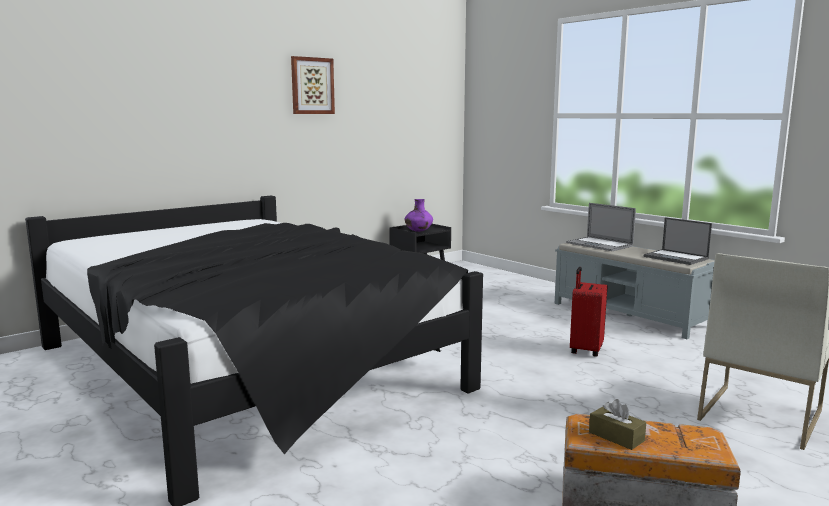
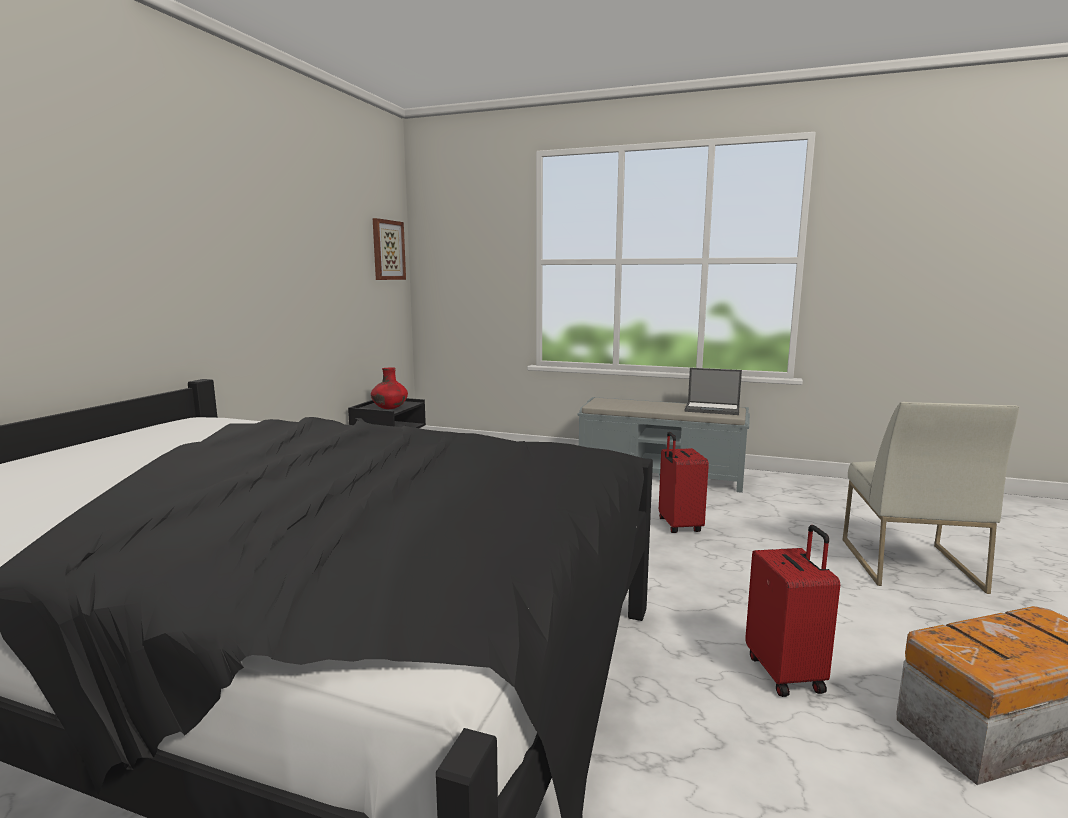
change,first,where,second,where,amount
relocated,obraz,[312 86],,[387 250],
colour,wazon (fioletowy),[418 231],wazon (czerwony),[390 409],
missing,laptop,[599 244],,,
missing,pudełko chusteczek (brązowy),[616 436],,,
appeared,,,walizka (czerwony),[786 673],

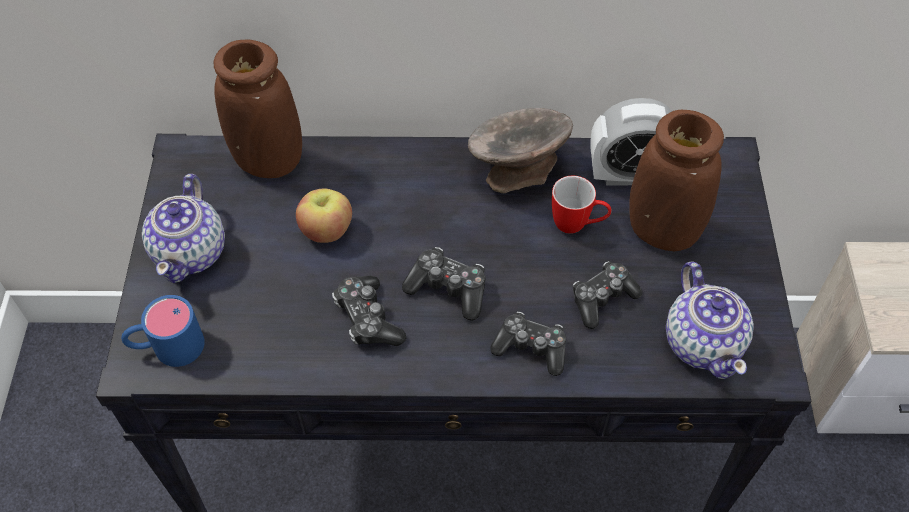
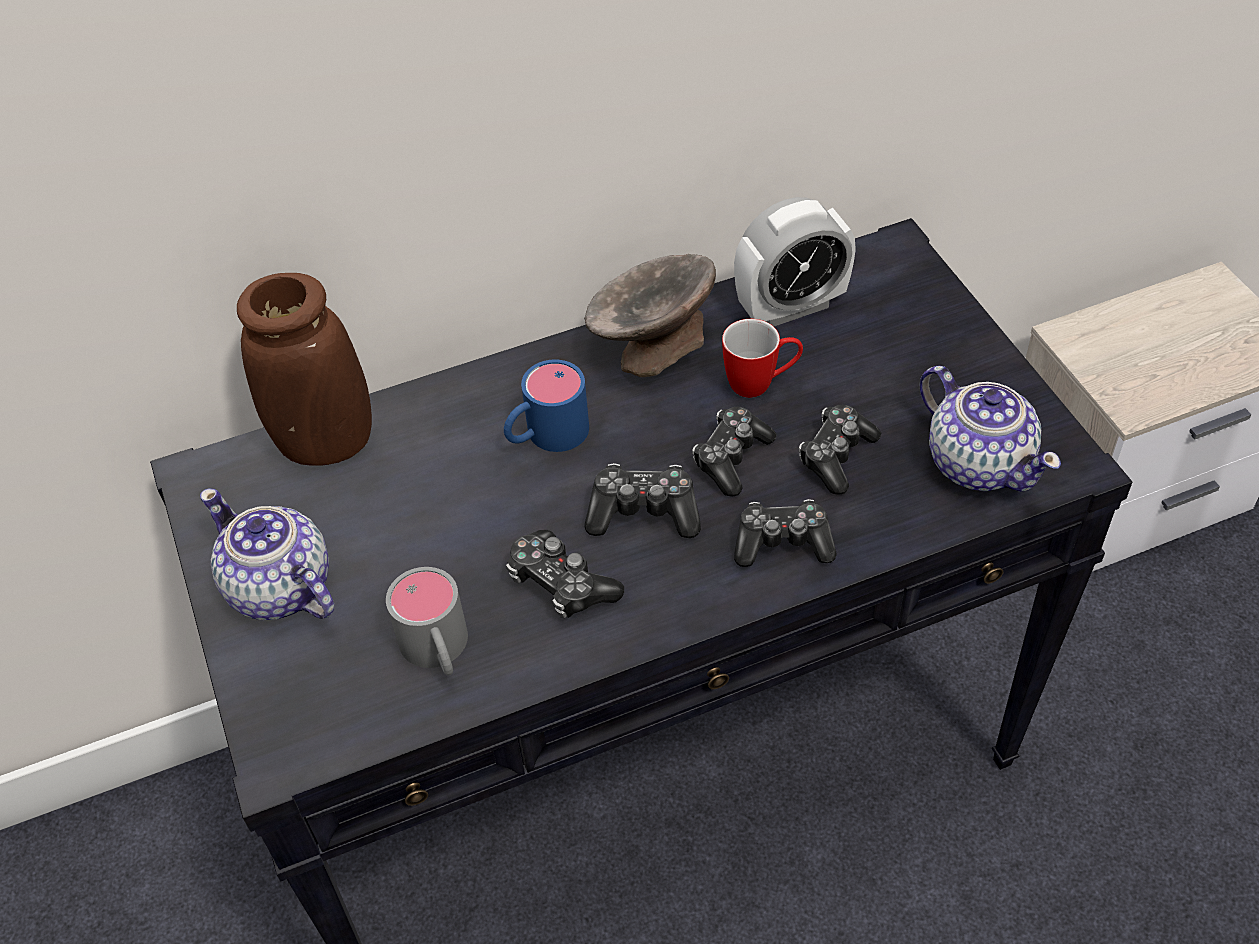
change,first,where,second,where,amount
missing,wazon (brązowy),[662 230],,,
spun,imbryk,[191 252],,[280 589],150 degrees clockwise
missing,jabłko,[326 230],,,
relocated,kubek (niebieski),[167 347],,[546 435],
appeared,,,pad do gier,[731 458],
appeared,,,kubek (szary),[438 651],

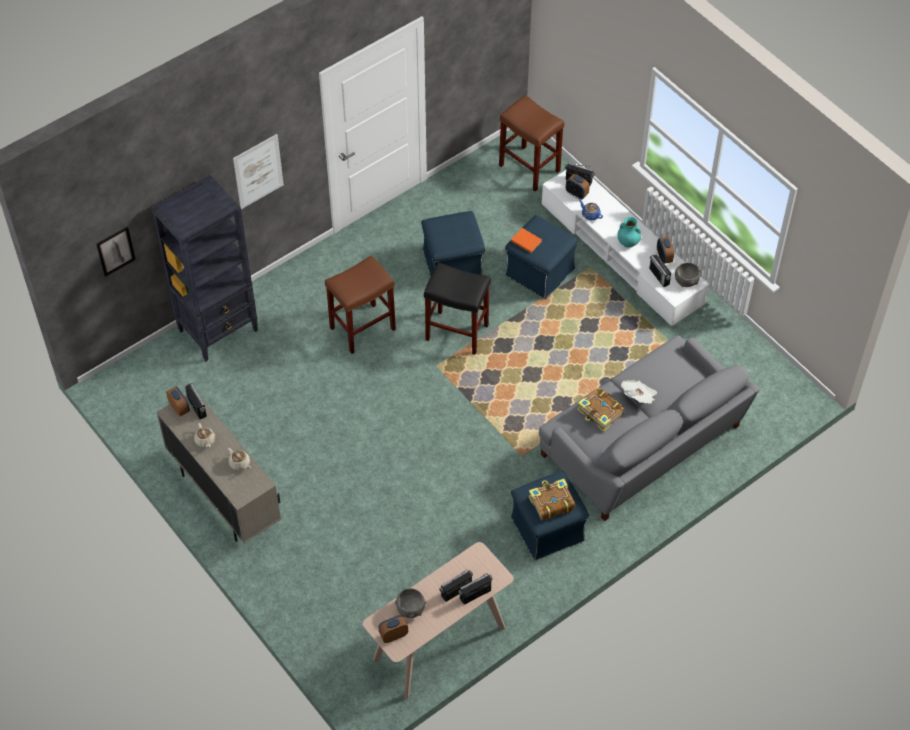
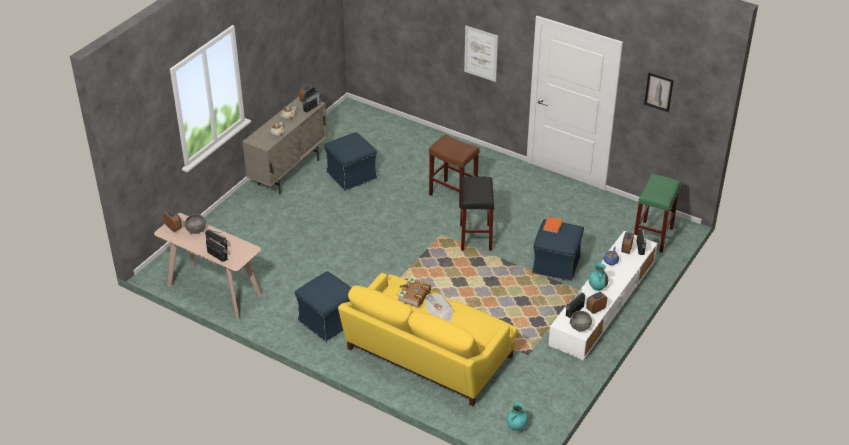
change,first,where,second,where,amount
colour,stołek (brązowy),[530 168],stołek (zielony),[653 237],
missing,regał (czarny),[219 330],,,
relocated,pufa (niebieski),[453 264],,[351 175],
relocated,obraz,[115 251],,[658 92],
colour,kanapa (szary),[643 444],kanapa (żółty),[427 355],
missing,książka,[551 503],,,
appeared,,,wazon (turkusowy),[516 427],

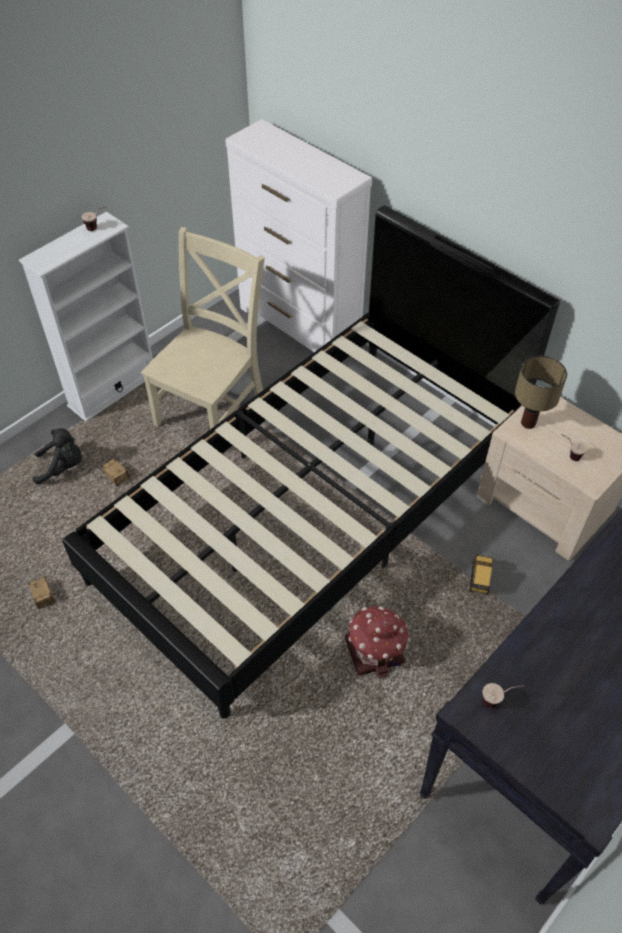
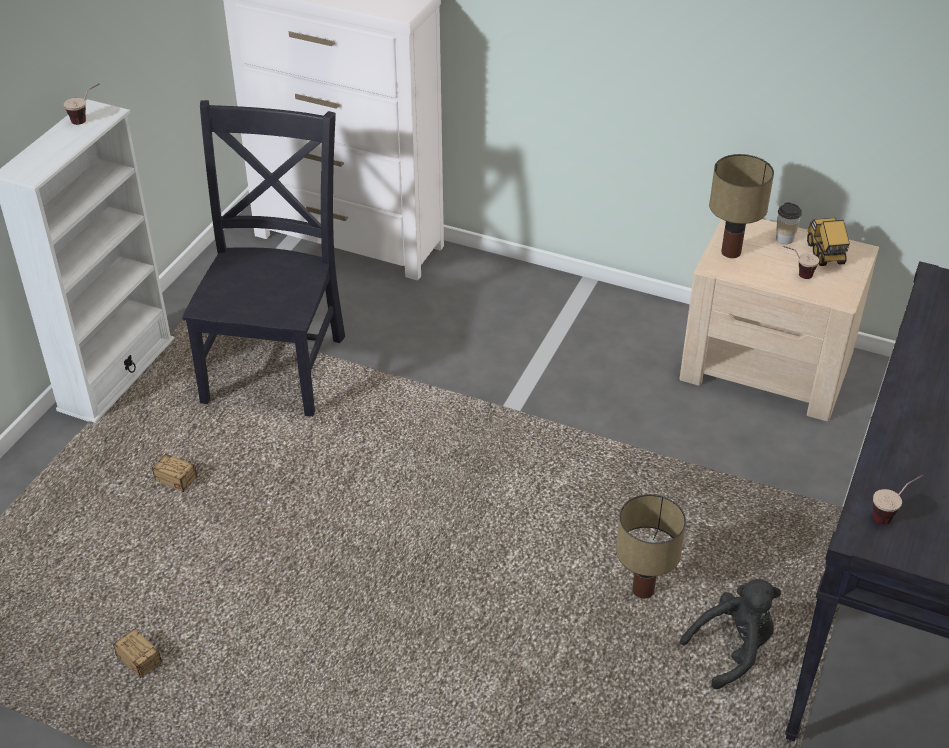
change,first,where,second,where,amount
missing,łóżko (czarny),[311 511],,,
colour,krzesło (beżowy),[213 409],krzesło (czarny),[277 364],
relocated,pluszak (czarny),[63 467],,[732 650],
relocated,ciężarówka zabawkowa,[479 581],,[825 254],
exchanged,domek,[375 650],lampa stołowa,[643 590],
appeared,,,filiżanka,[784 239],

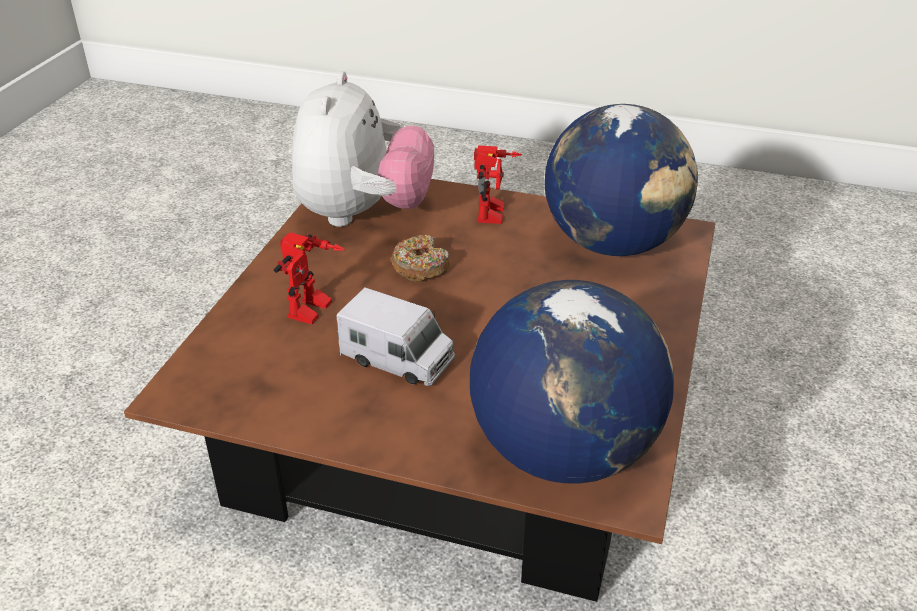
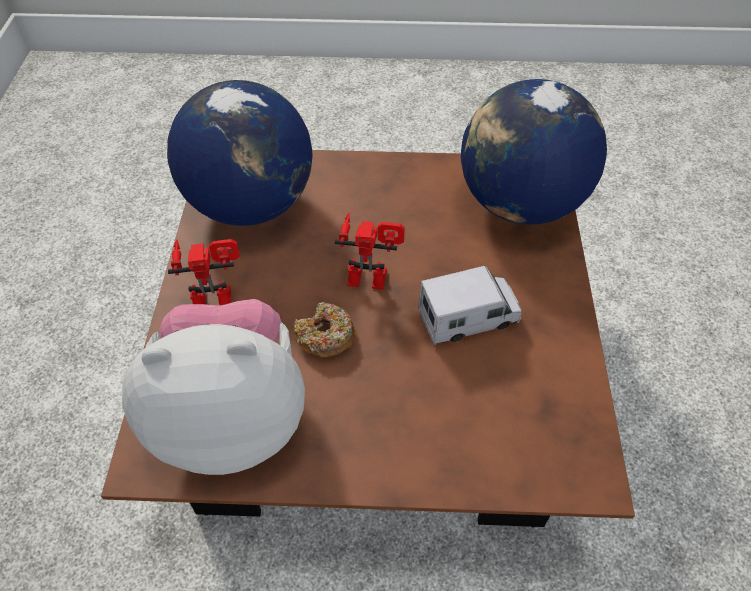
change,first,where,second,where,amount
relocated,robot zabawkowy,[313 313],,[371 274],
spun,ciężarówka zabawkowa,[397 359],,[468 318],60 degrees clockwise

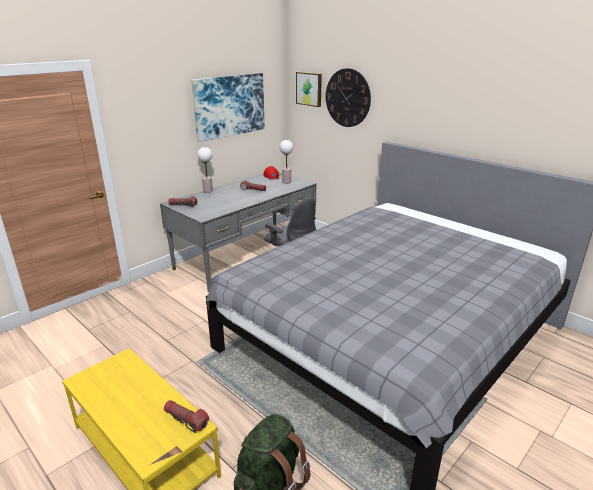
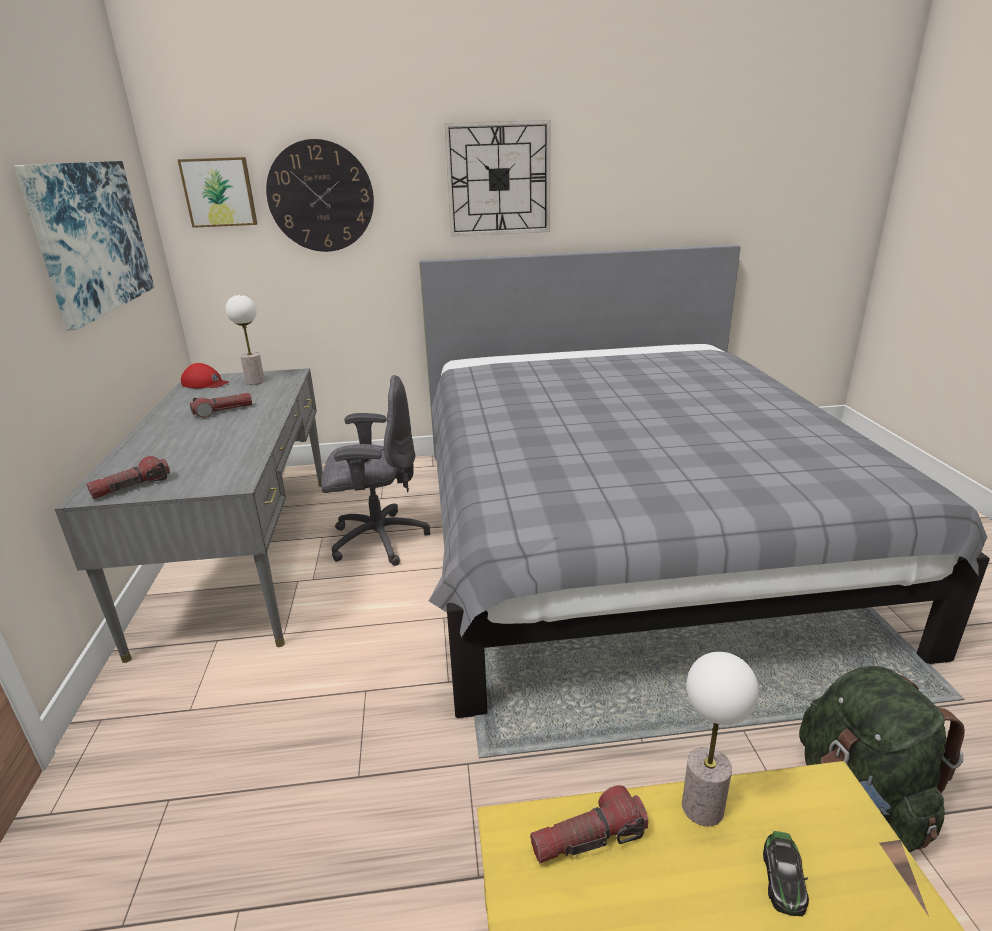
change,first,where,second,where,amount
relocated,lampa stołowa,[208 191],,[703 808],
relocated,latarka,[186 420],,[588 838],
appeared,,,zegar ścienny,[498 179],
appeared,,,samochodzik,[783 877],

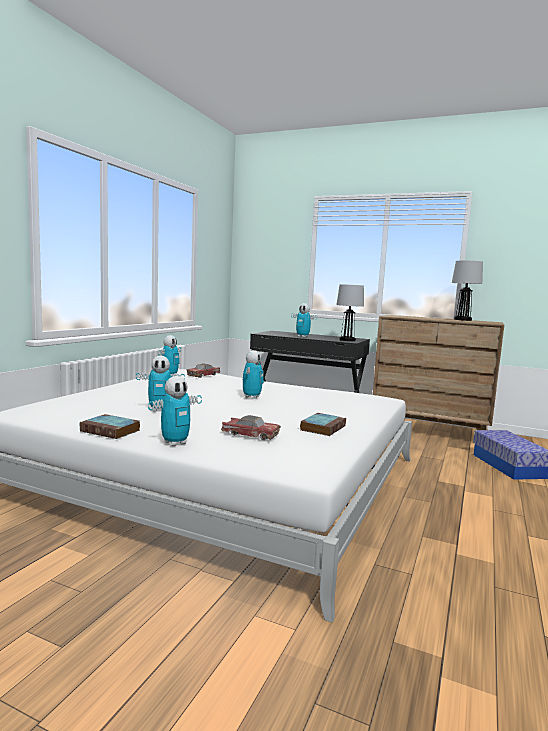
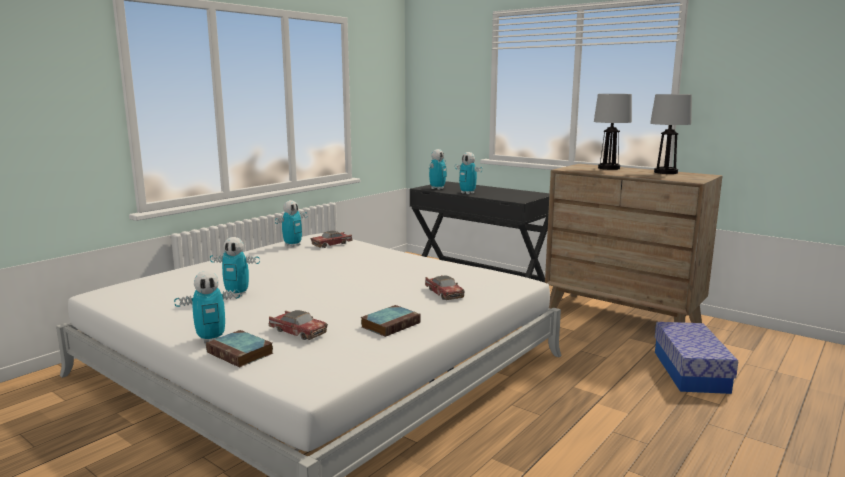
change,first,where,second,where,amount
relocated,lampa stołowa,[347 340],,[609 168],
relocated,robot zabawkowy,[252 397],,[437 188],
relocated,książka,[111 431],,[241 353],
appeared,,,samochodzik,[444 293],

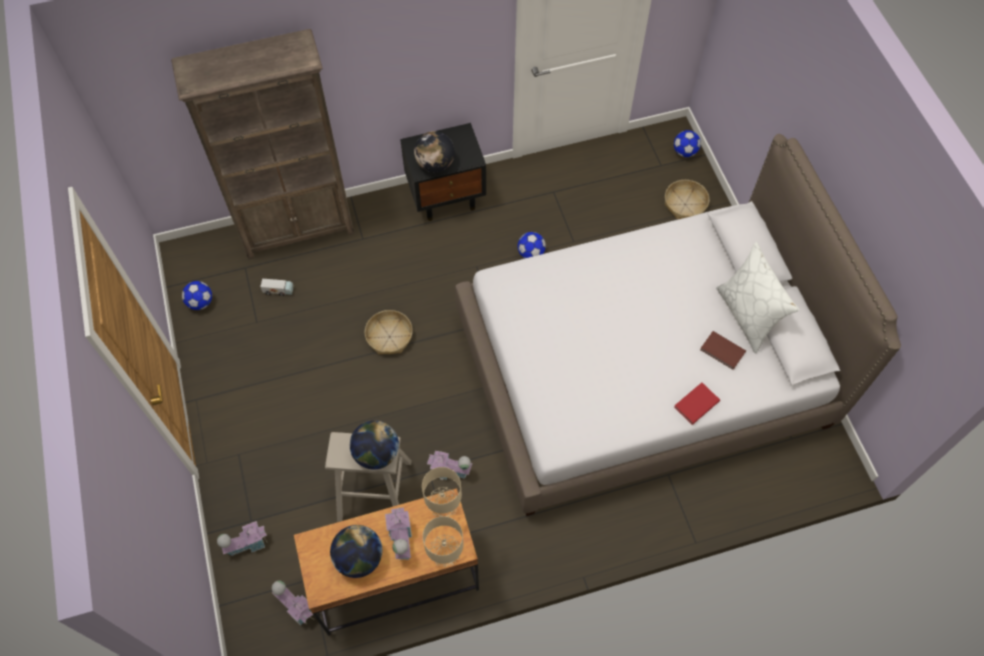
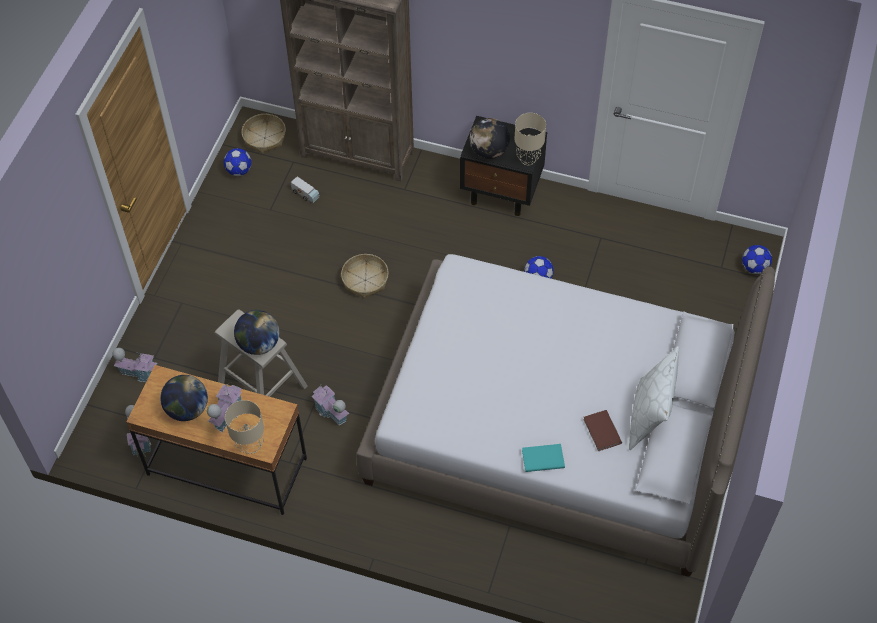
change,first,where,second,where,amount
relocated,koszyk,[685 204],,[265 138],
colour,książka (czerwony),[695 404],książka (turkusowy),[542 458],
relocated,lampa stołowa (beżowy),[443 508],,[527 159],

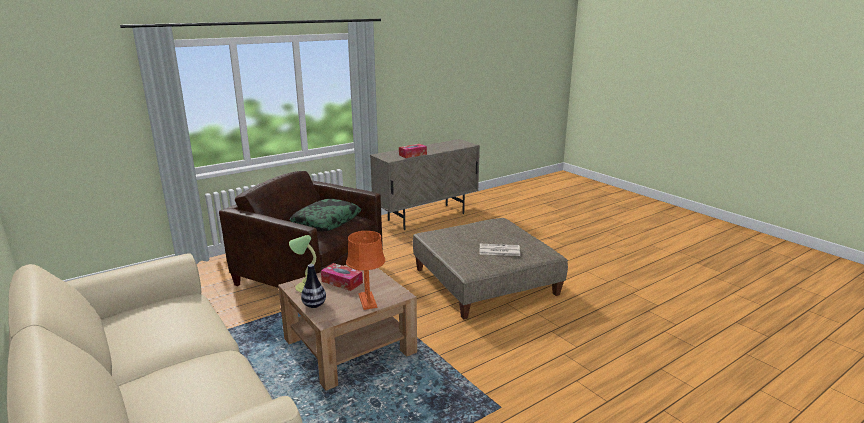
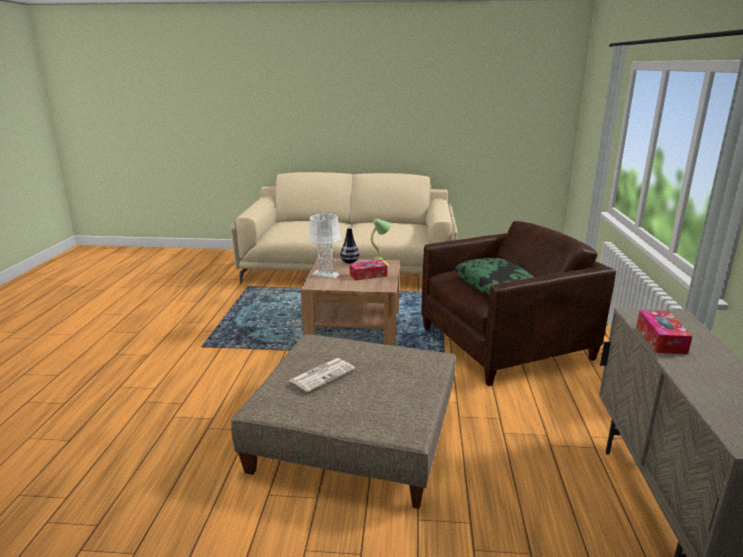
change,first,where,second,where,amount
colour,lampa stołowa (pomarańczowy),[367 301],lampa stołowa (biały),[325 275],

